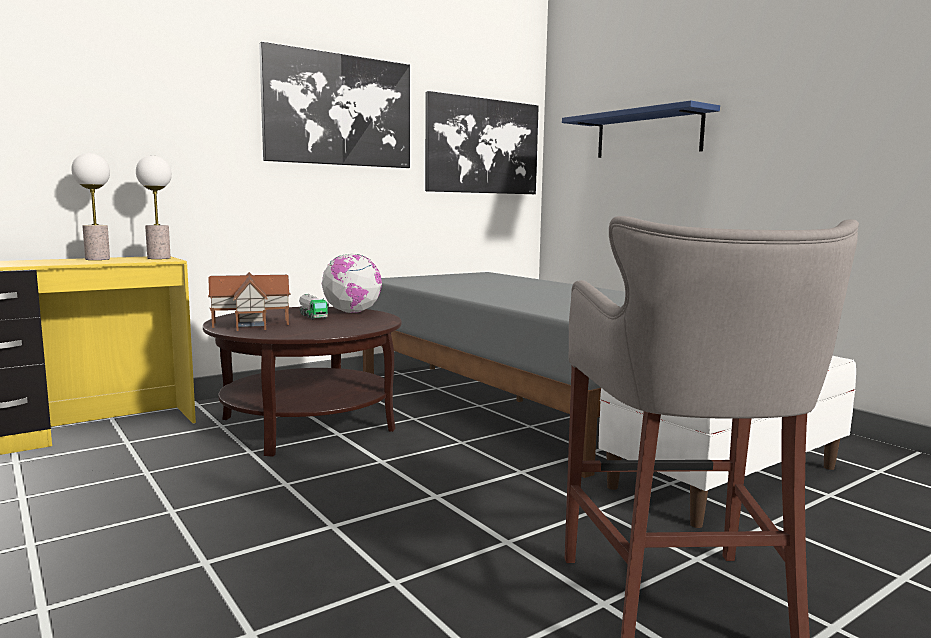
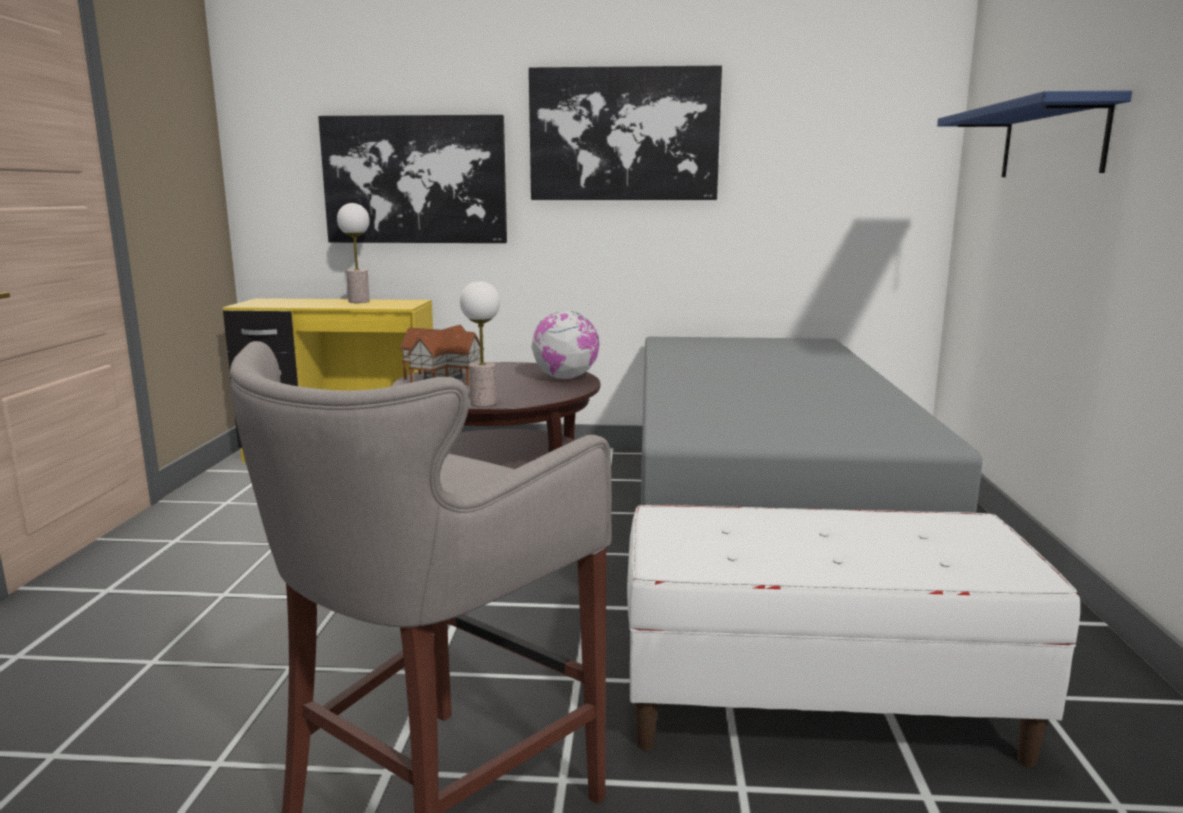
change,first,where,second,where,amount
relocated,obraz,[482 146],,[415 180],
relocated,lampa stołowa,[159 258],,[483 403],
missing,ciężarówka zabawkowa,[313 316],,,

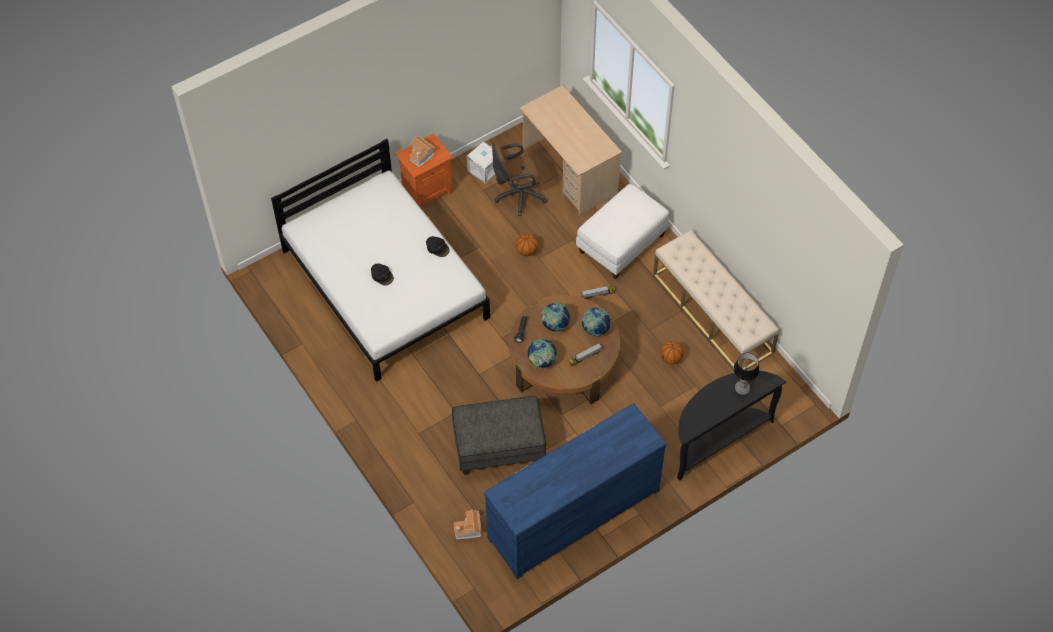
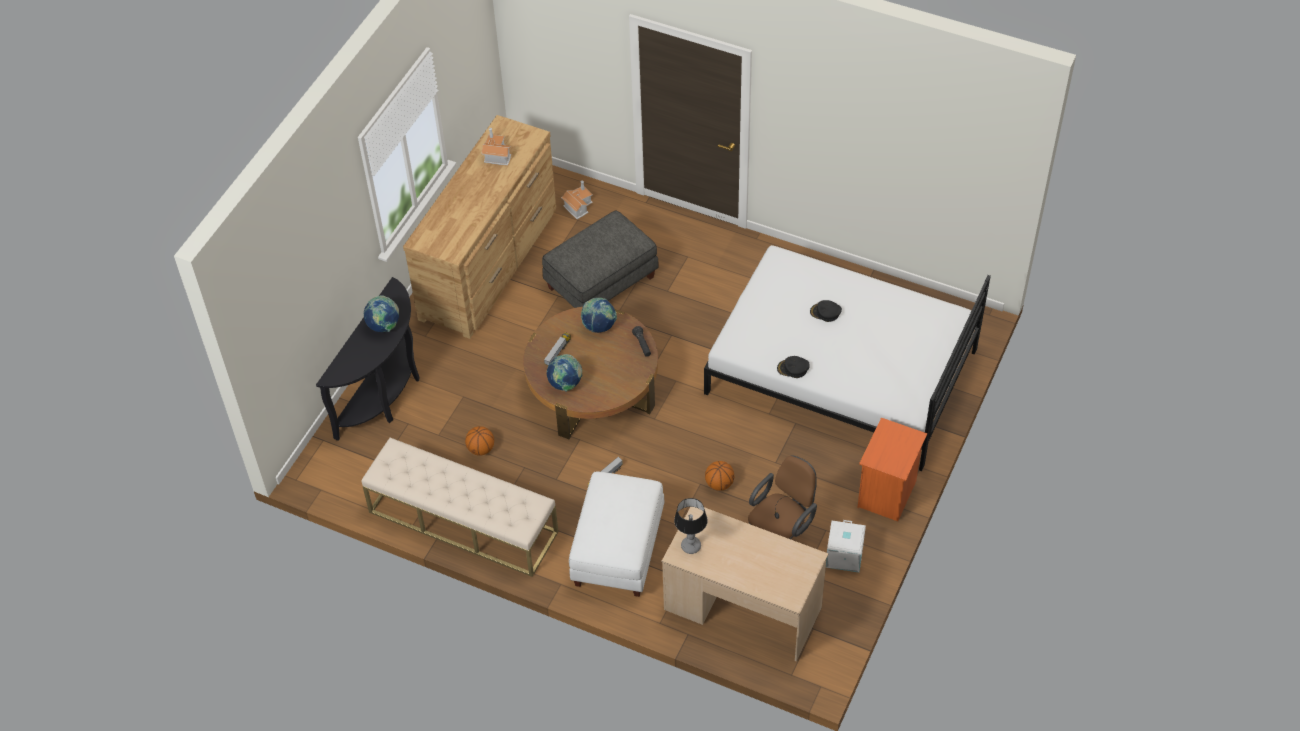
change,first,where,second,where,amount
relocated,domek,[421 156],,[496 154],
relocated,globus,[555 325],,[384 326],
relocated,lampa stołowa,[742 388],,[691 546],
colour,komoda (niebieski),[572 513],komoda (brązowy),[490 262],

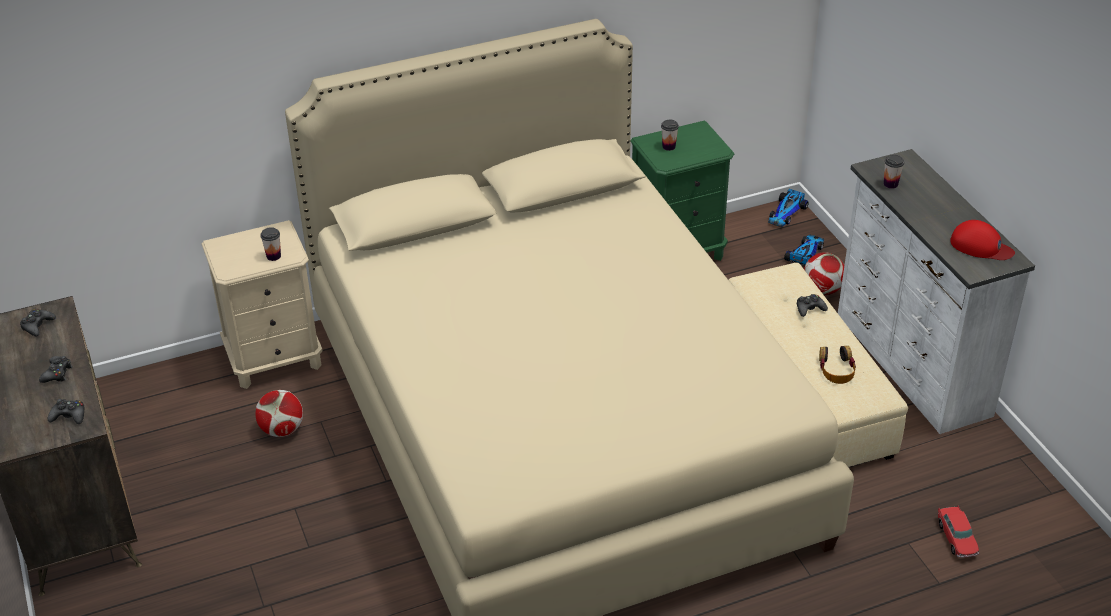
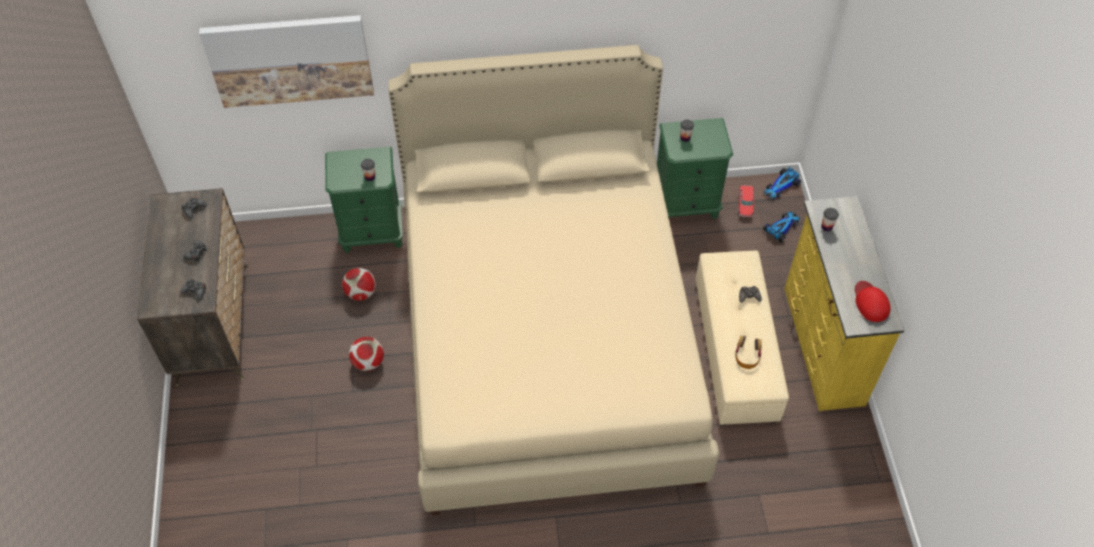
change,first,where,second,where,amount
colour,komoda (biały),[910 365],komoda (żółty),[821 346],
colour,szafka nocna (beżowy),[274 359],szafka nocna (zielony),[372 232],
spun,czapka z daszkiem (czerwony),[980 246],,[870 302],150 degrees counterclockwise
relocated,piłka futbolowa,[822 290],,[368 362],
relocated,samochodzik,[956 538],,[745 204],
appeared,,,obraz,[290 59],

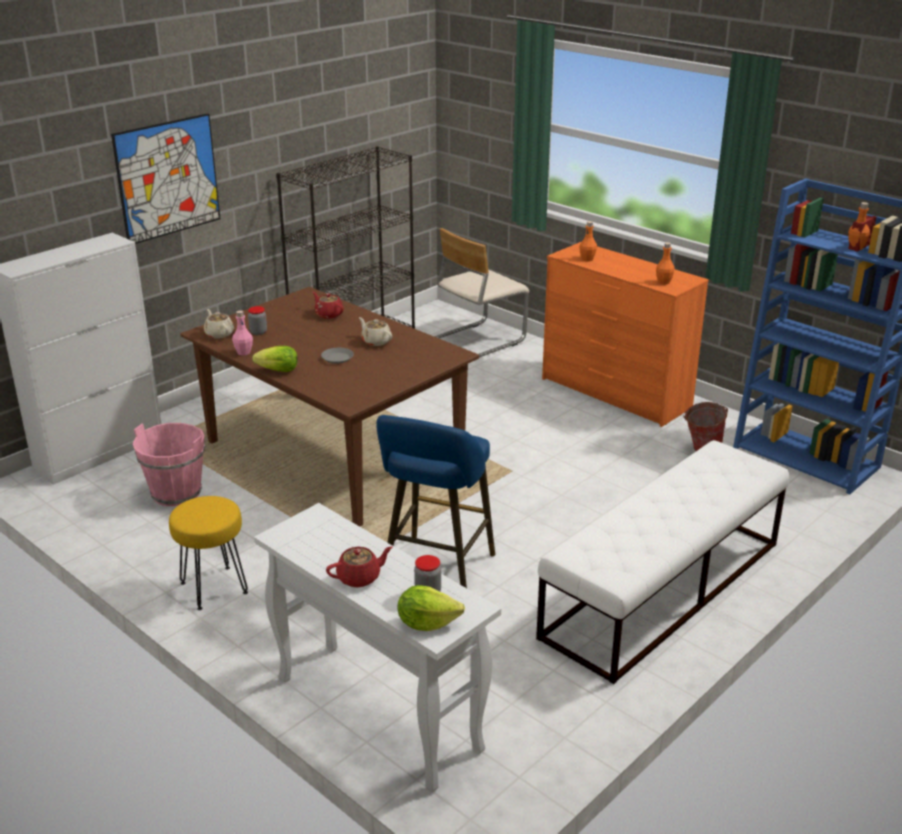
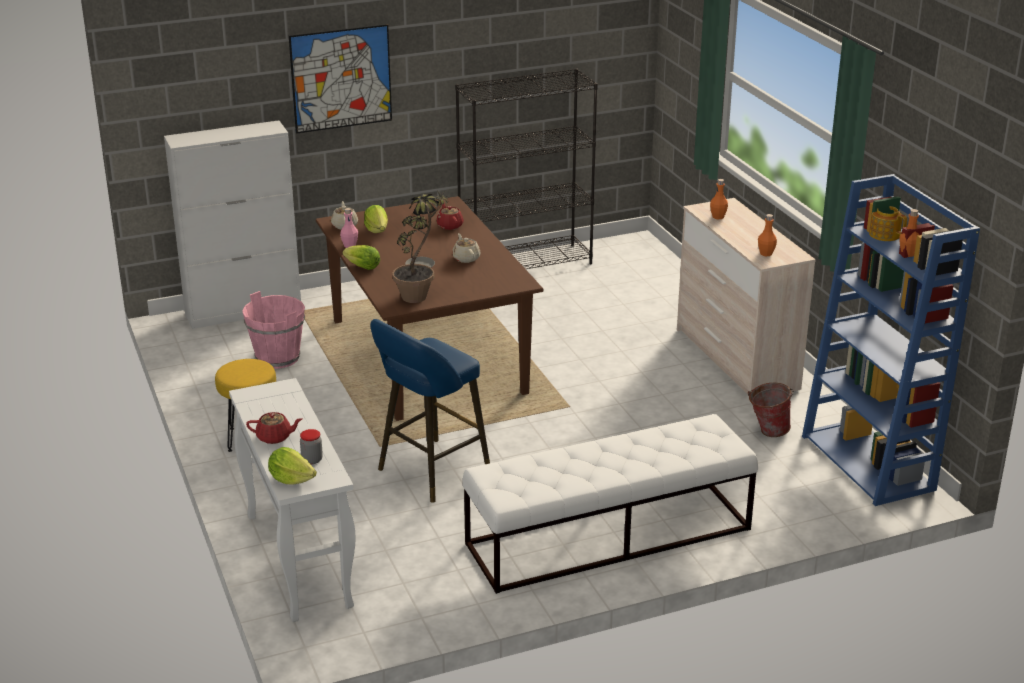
change,first,where,second,where,amount
missing,krzesło (beżowy),[477 341],,,
colour,komoda (pomarańczowy),[614 394],komoda (beżowy),[735 359],
exchanged,słoik,[258 332],sałata,[377 230],
appeared,,,roślina doniczkowa,[420 294],
appeared,,,imbryk,[884 234],

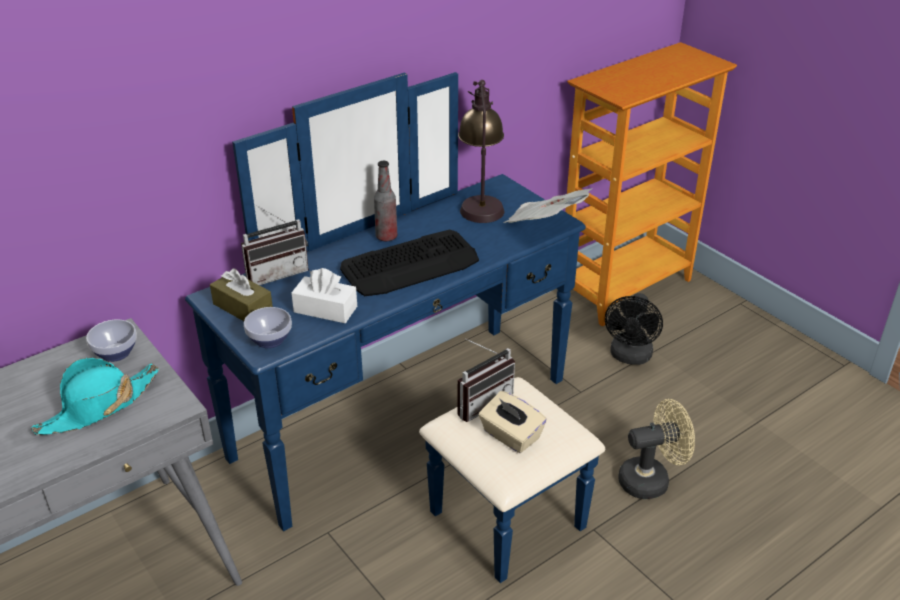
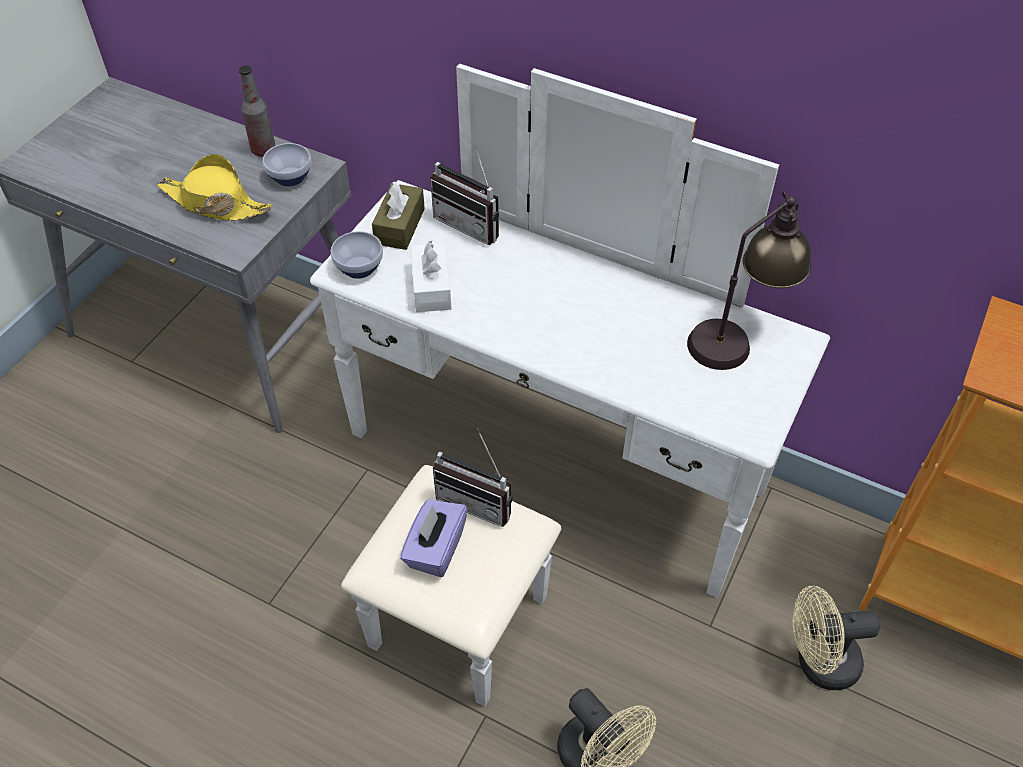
change,first,where,second,where,amount
colour,komoda (niebieski),[425 439],komoda (biały),[536 496],
relocated,butelka,[386 237],,[263 150],
missing,gazeta,[545 225],,,
missing,klawiatura,[410 265],,,
colour,wentylator (czarny),[630 357],wentylator (beżowy),[818 663],
colour,kapelusz (turkusowy),[99 406],kapelusz (żółty),[215 203],
colour,pudełko chusteczek (beżowy),[510 436],pudełko chusteczek (fioletowy),[435 549],

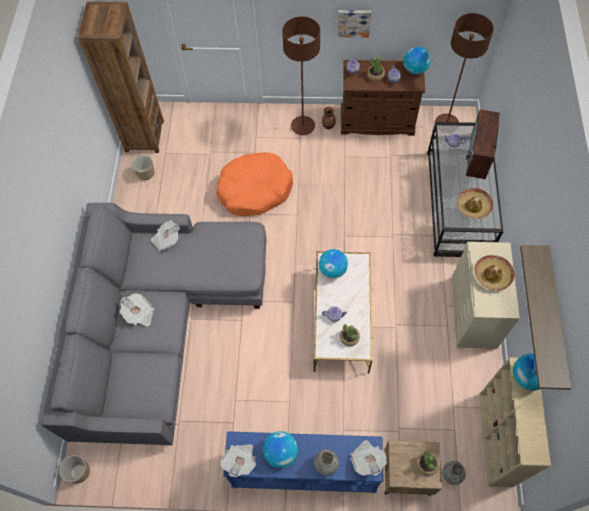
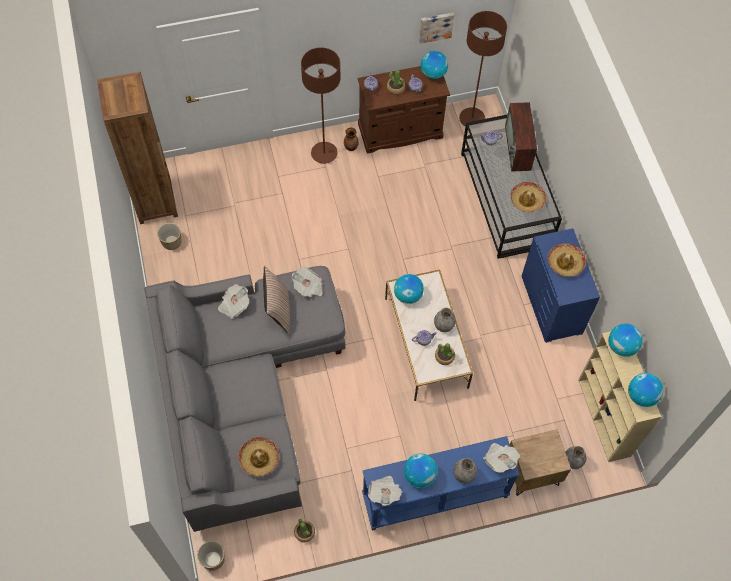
change,first,where,second,where,amount
relocated,obraz,[353 22],,[435 26],
missing,legowisko (pomarańczowy),[254 190],,,
colour,komoda (beżowy),[474 313],komoda (niebieski),[552 305],
missing,półka,[555 318],,,
relocated,gazeta,[139 314],,[308 287],
relocated,roślina doniczkowa,[426 464],,[304 532],
appeared,,,poduszka,[278 310],
appeared,,,wazon (szary),[444 325],
appeared,,,globus,[641 395],
appeared,,,kapelusz,[259 458],

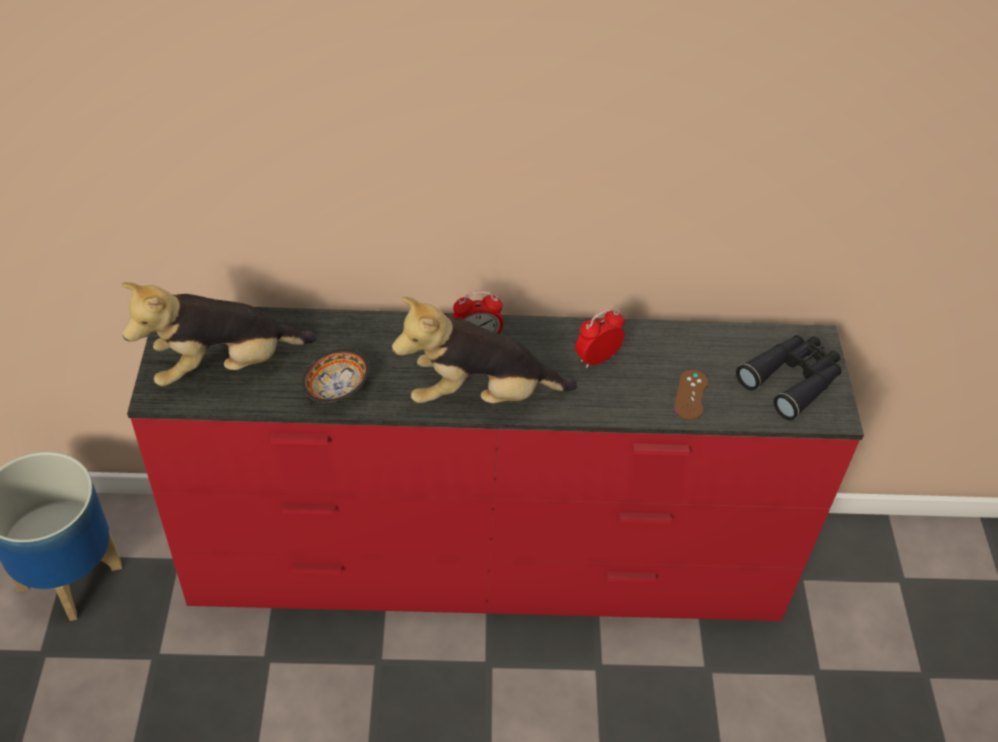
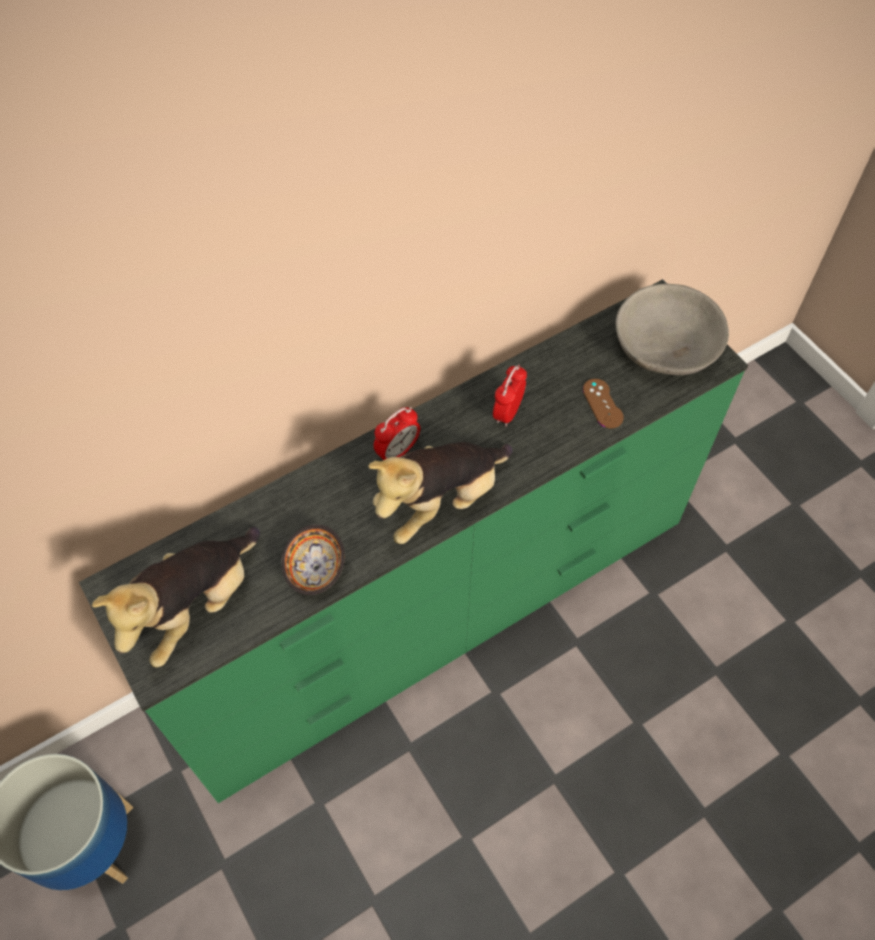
change,first,where,second,where,amount
colour,komoda (czerwony),[487 565],komoda (zielony),[437 611],
exchanged,lornetka (czarny),[792 380],miska (szary),[666 346],

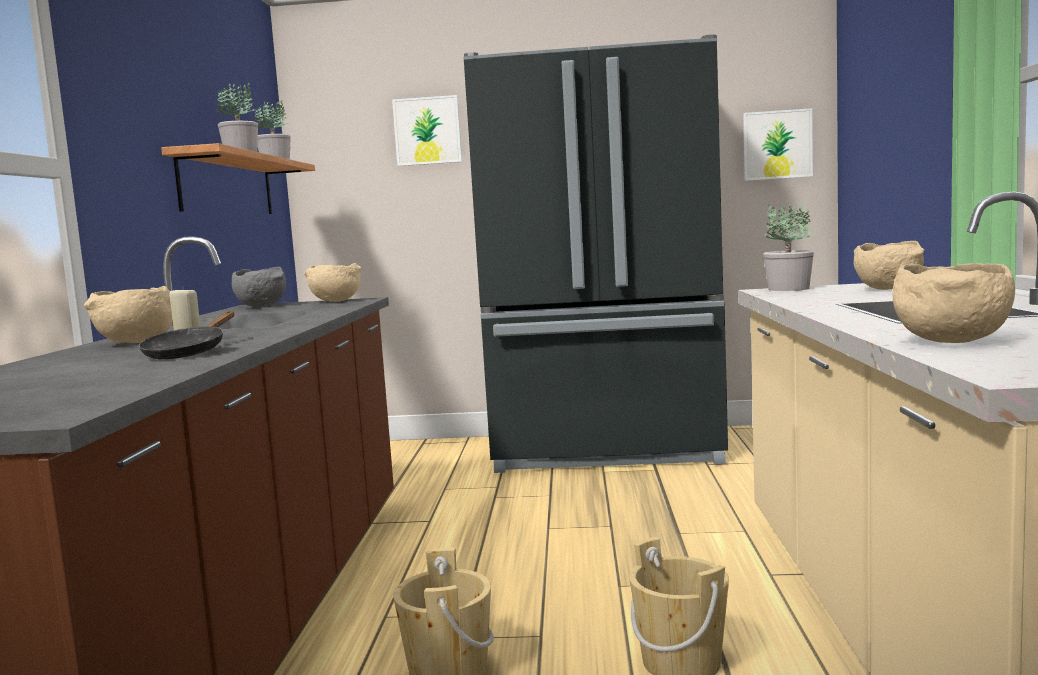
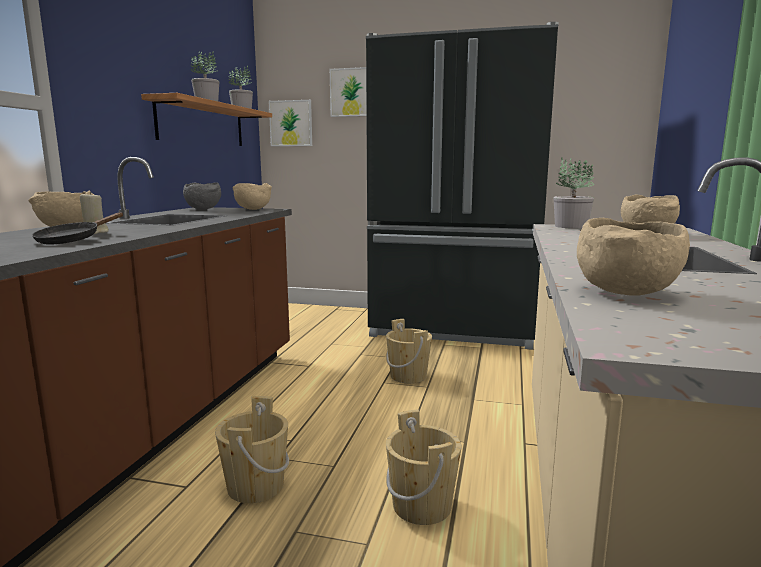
change,first,where,second,where,amount
relocated,obraz,[777 145],,[291 123],
appeared,,,wiadro (beżowy),[408 376],

